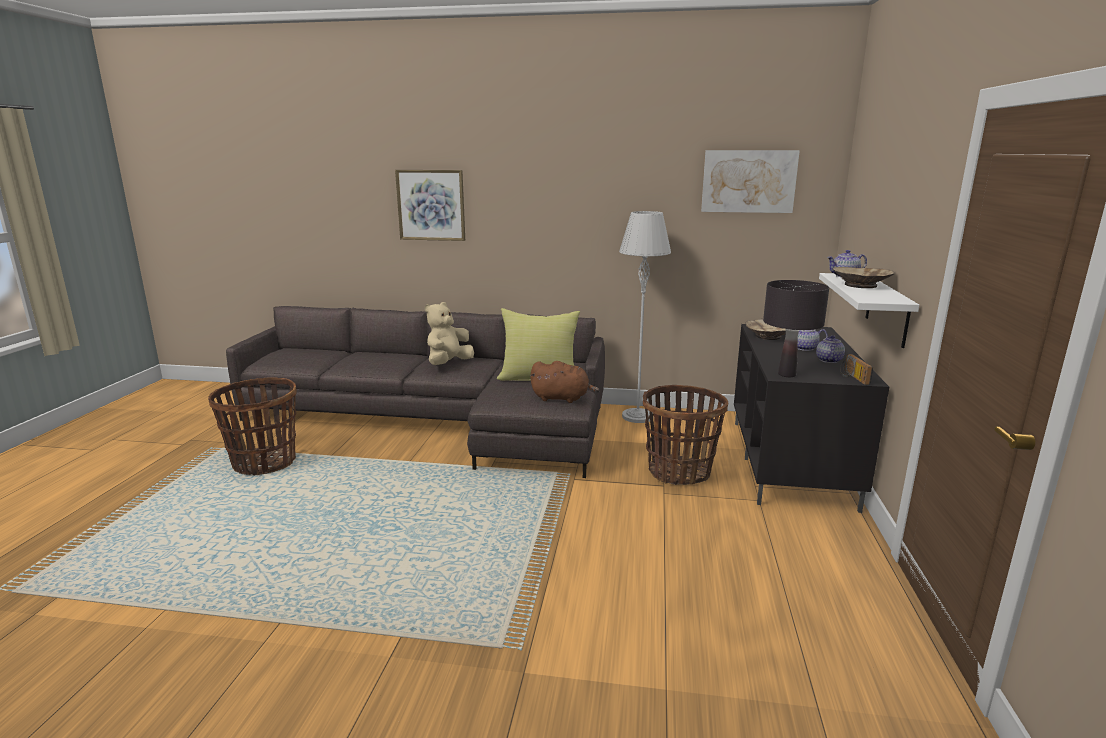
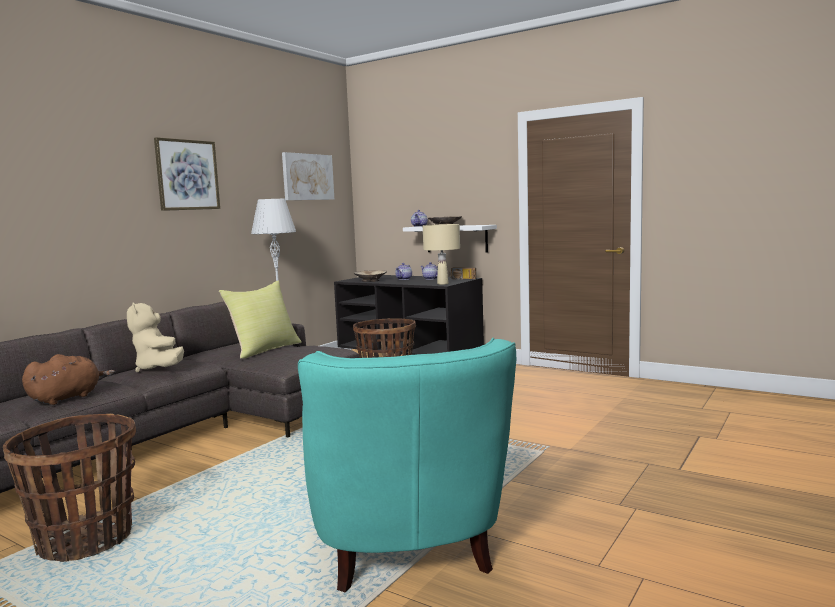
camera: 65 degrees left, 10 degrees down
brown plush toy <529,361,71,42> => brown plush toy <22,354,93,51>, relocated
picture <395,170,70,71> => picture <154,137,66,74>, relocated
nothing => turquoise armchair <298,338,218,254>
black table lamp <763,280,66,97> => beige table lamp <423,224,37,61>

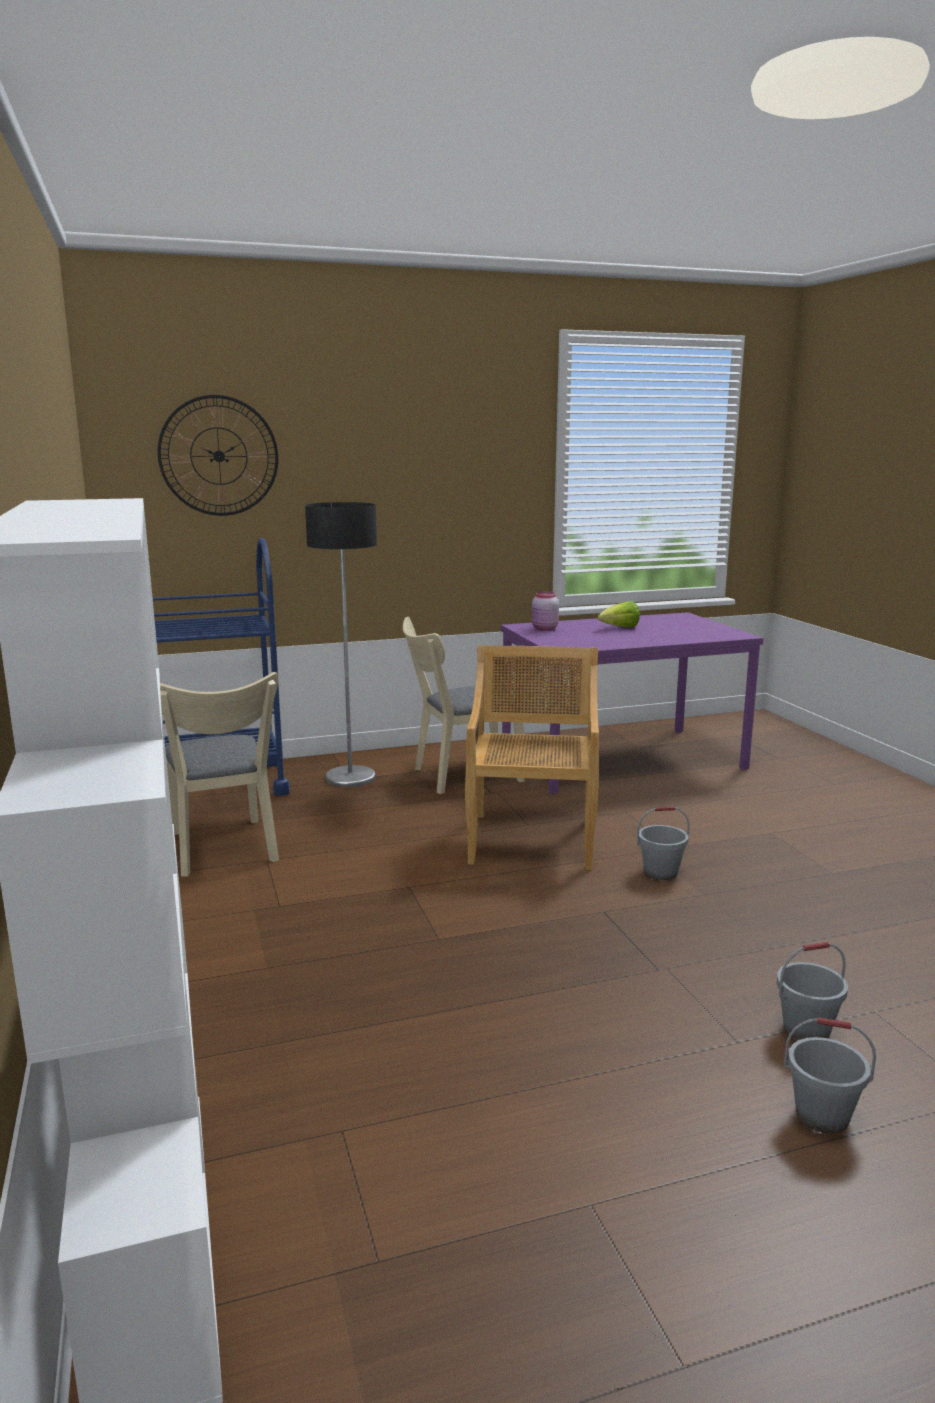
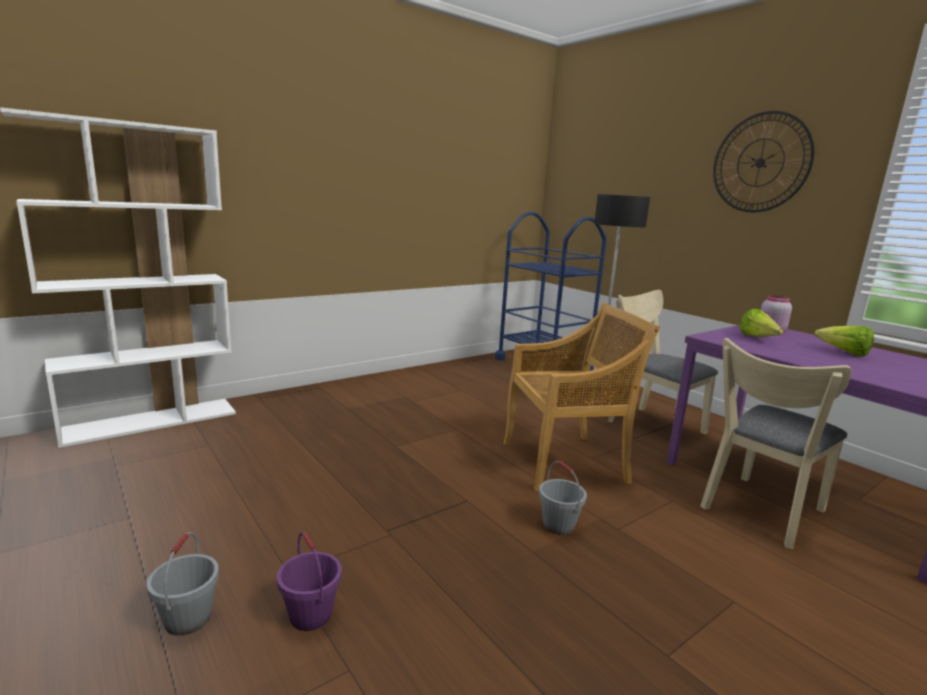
camera: 70 degrees right, 0 degrees up
grey bucket <776,942,72,98> => purple bucket <277,532,65,99>
beige chair <160,672,119,205> => beige chair <700,338,151,211>, relocated
wall clock <157,395,121,121> => wall clock <713,111,101,101>, relocated
nothing => lettuce <739,309,44,28>

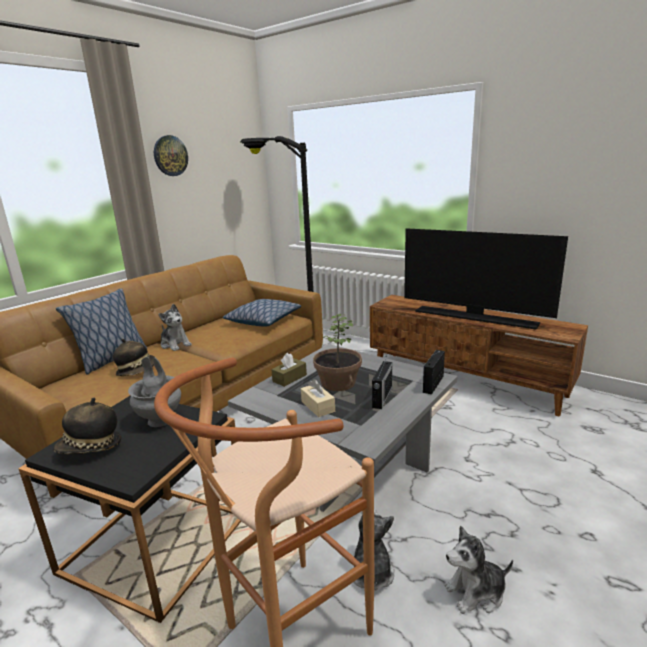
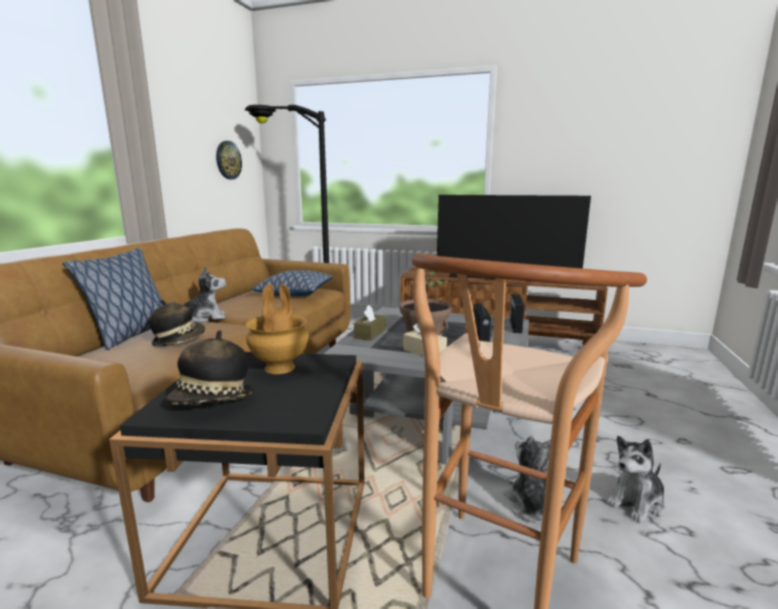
camera: 20 degrees left, 5 degrees down
plush toy <159,304,33,47> => plush toy <173,266,53,56>, 45 degrees counterclockwise
wall clock <154,135,34,41> => wall clock <216,141,26,38>, relocated
grey vase <128,357,53,70> => brown vase <246,284,63,90>

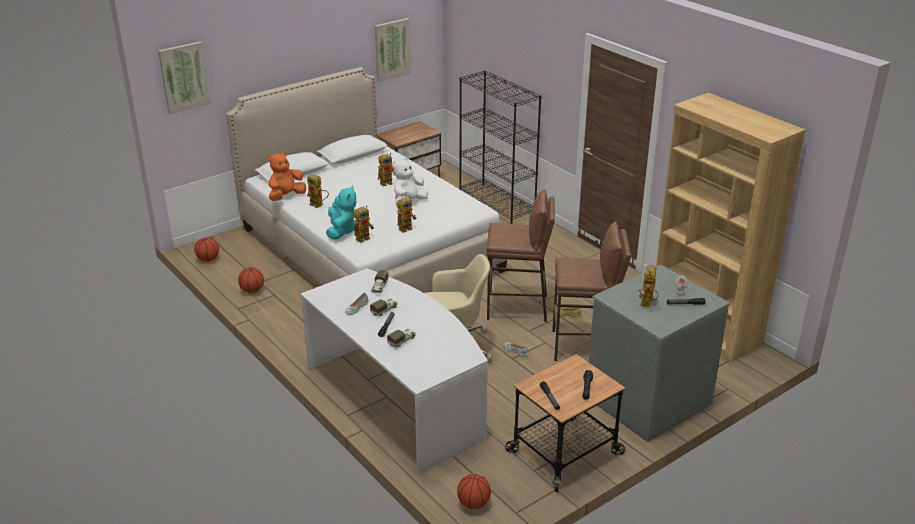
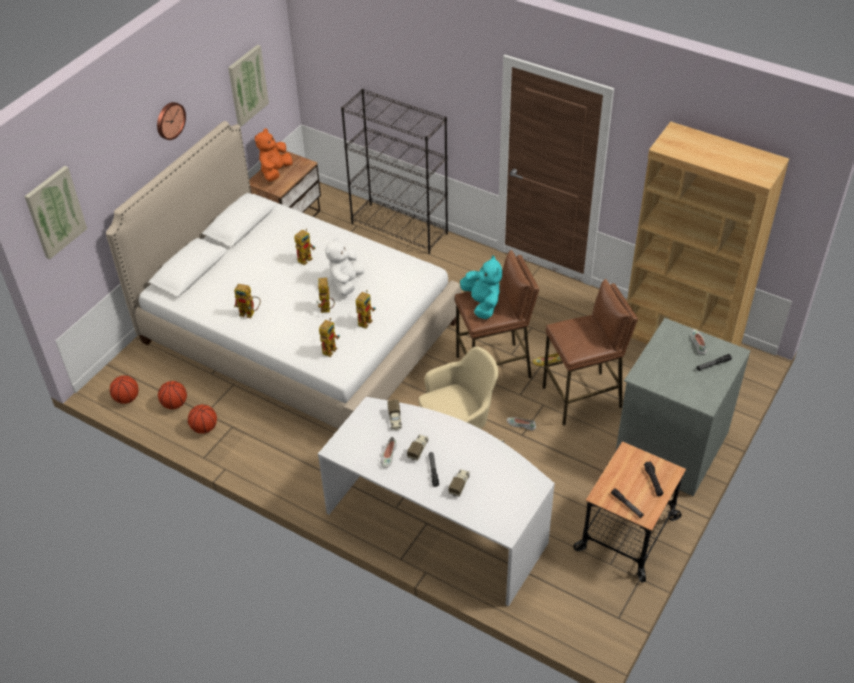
camera: 20 degrees left, 15 degrees up
nothing => wall clock <157,102,29,38>
basketball <457,474,34,35> => basketball <158,381,29,28>, relocated
orange plush toy <267,152,39,49> => orange plush toy <255,128,38,54>, relocated
toy robot <639,265,20,42> => toy robot <316,278,19,35>, relocated
turquoise plush toy <326,185,30,55> => turquoise plush toy <460,255,42,64>, relocated

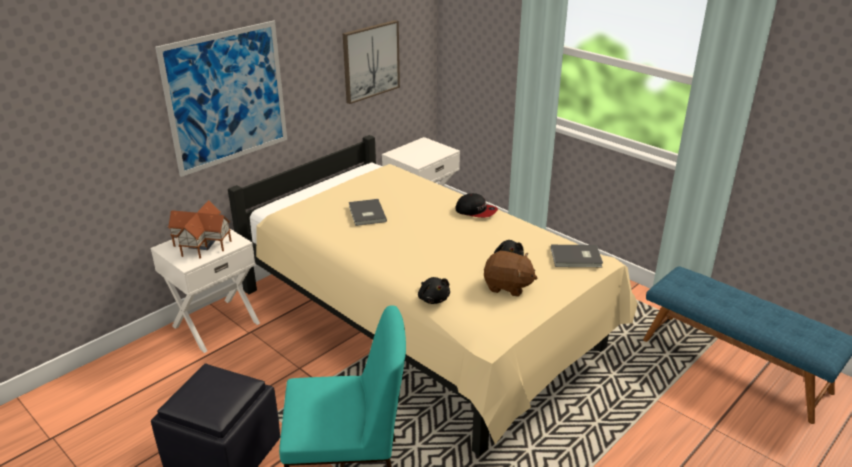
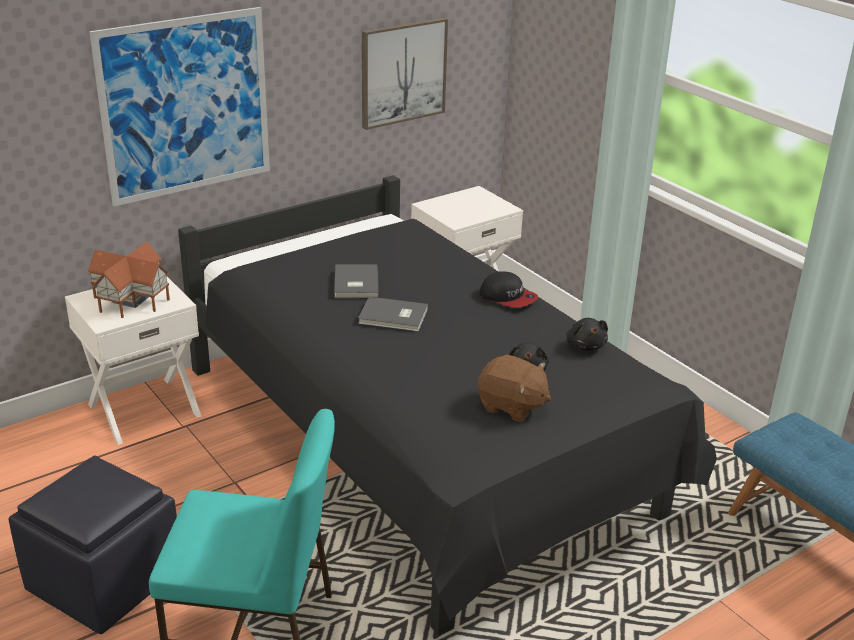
camera: 10 degrees right, 0 degrees up
beige bed <228,135,410,321> => black bed <178,175,539,460>
grey book <551,245,52,22> => grey book <358,297,70,35>, relocated
black plush toy <418,277,32,27> => black plush toy <567,318,41,33>, relocated

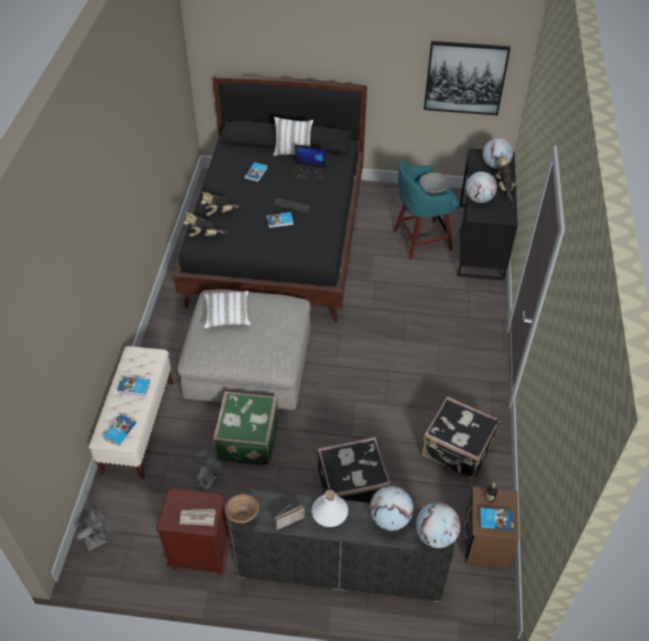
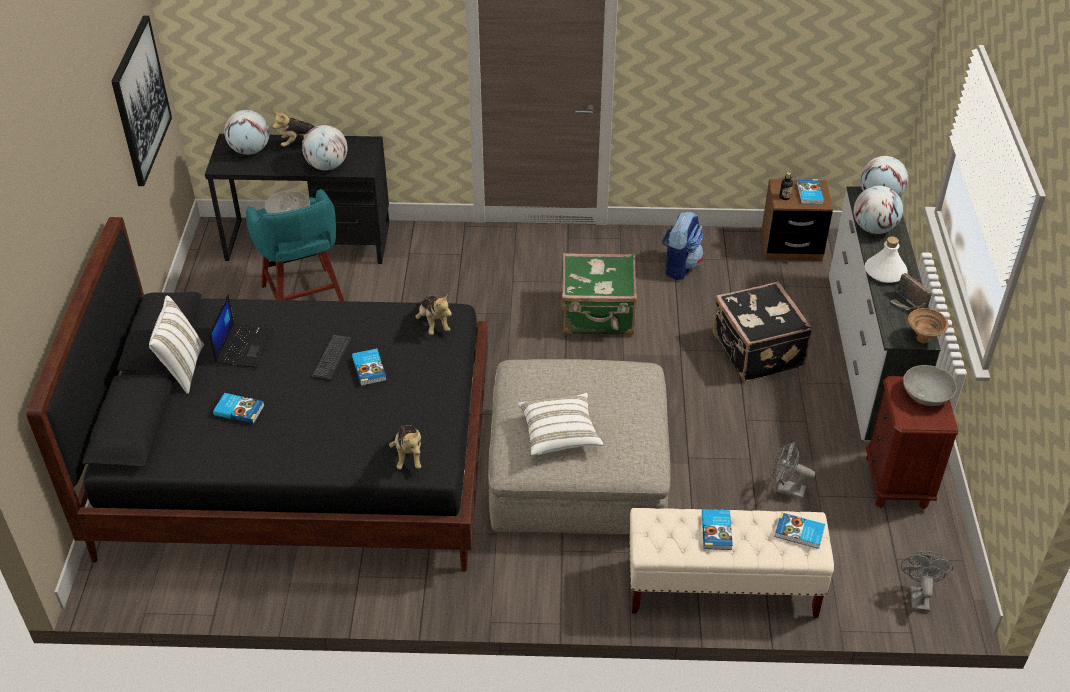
camera: 95 degrees left, 5 degrees down
plush toy <201,192,40,24> => plush toy <415,294,37,41>, relocated
green suitcase <213,391,65,75> => green suitcase <562,253,75,82>, relocated
black suitcase <422,397,78,83> => backpack <662,211,42,69>
grey fan <77,510,33,41> => grey fan <901,551,52,61>, 45 degrees clockwise
newspaper <179,509,37,17> => grey bowl <903,365,54,41>

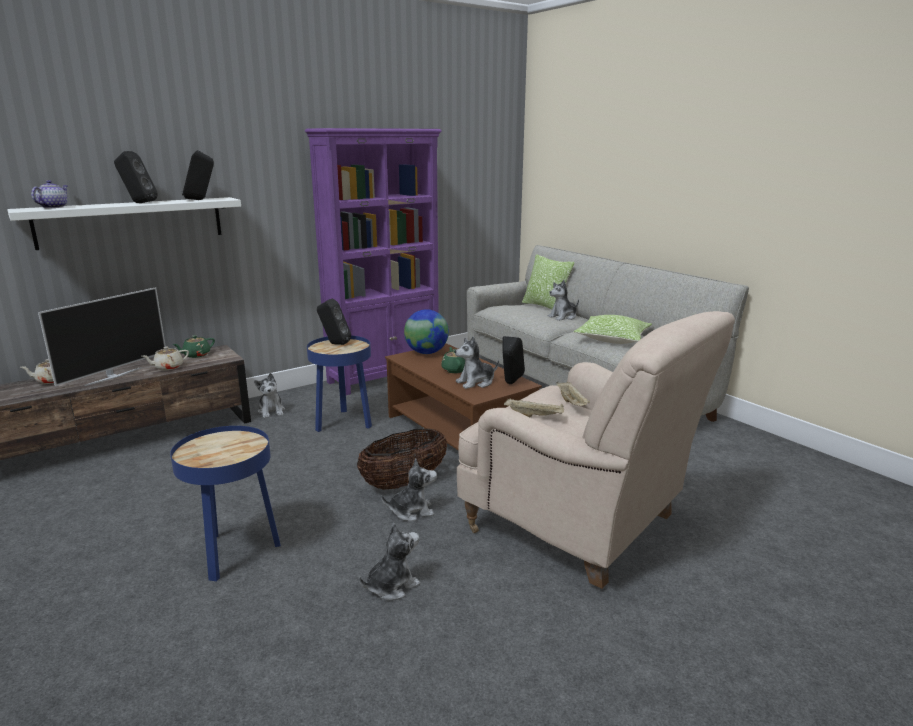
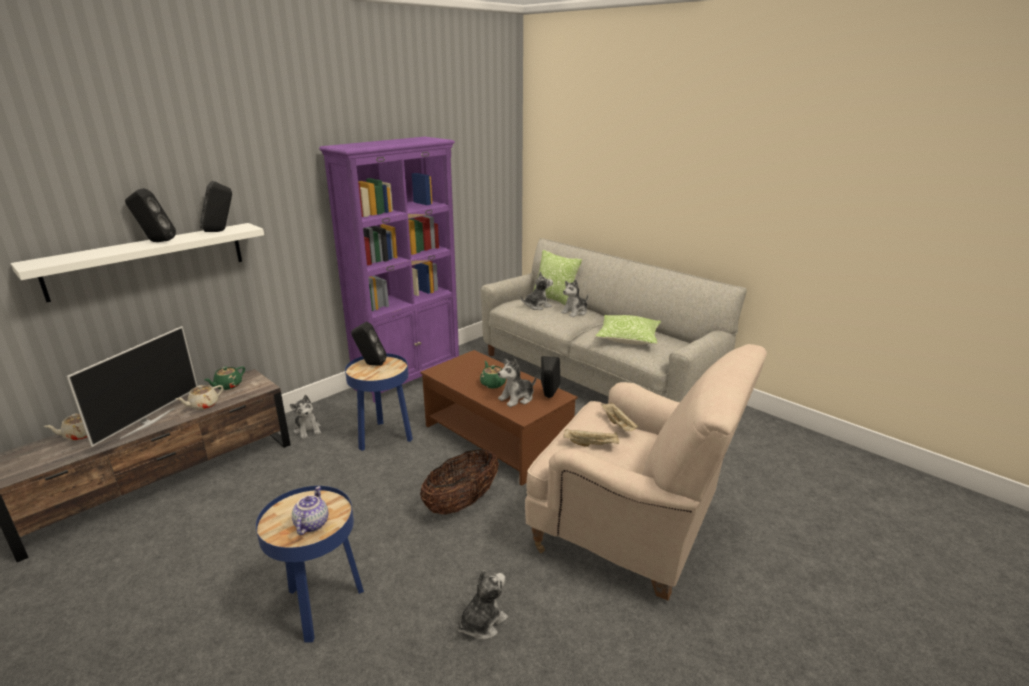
camera: 10 degrees left, 5 degrees up
teapot <31,180,37,28> => teapot <292,486,36,49>, relocated
plush toy <381,458,56,63> => plush toy <521,272,32,38>, relocated
globe <404,309,45,45> => nothing

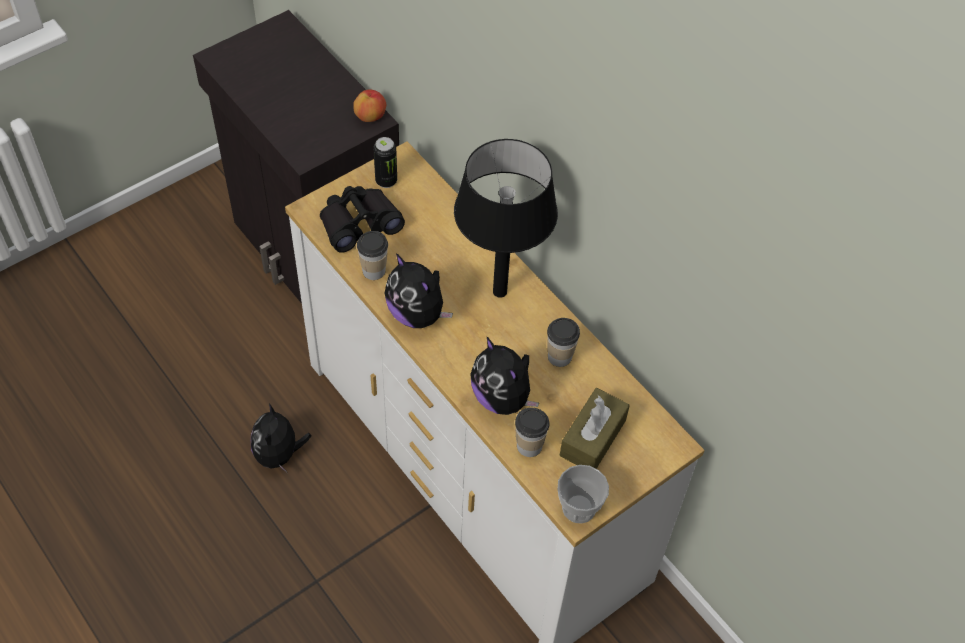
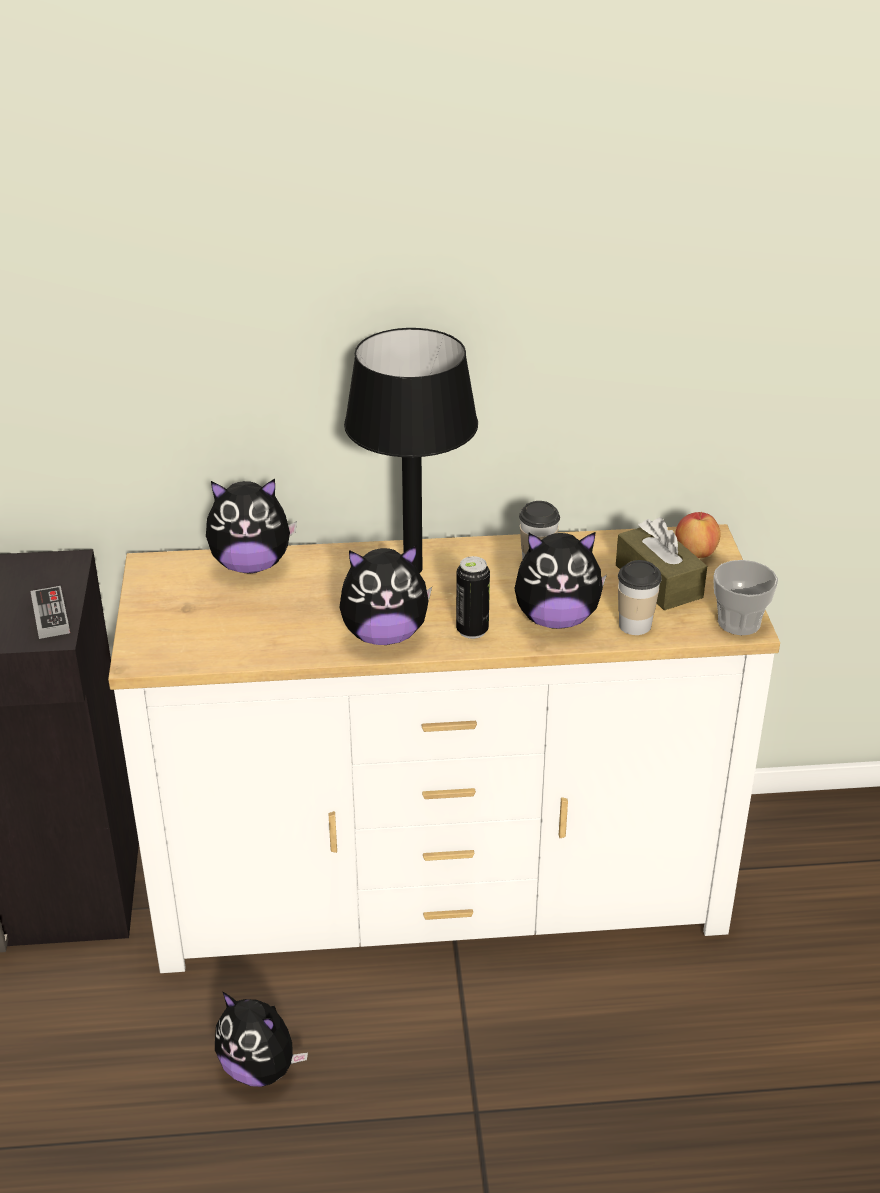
camera: 55 degrees left, 20 degrees down
nothing => game controller <30,586,40,53>
nothing => plush toy <206,479,91,94>
can <373,137,24,51> => can <456,556,34,83>, relocated
apple <353,90,33,32> => apple <675,512,46,46>, relocated
black binoculars <320,186,85,67> => nothing
cup <357,231,31,49> => nothing

